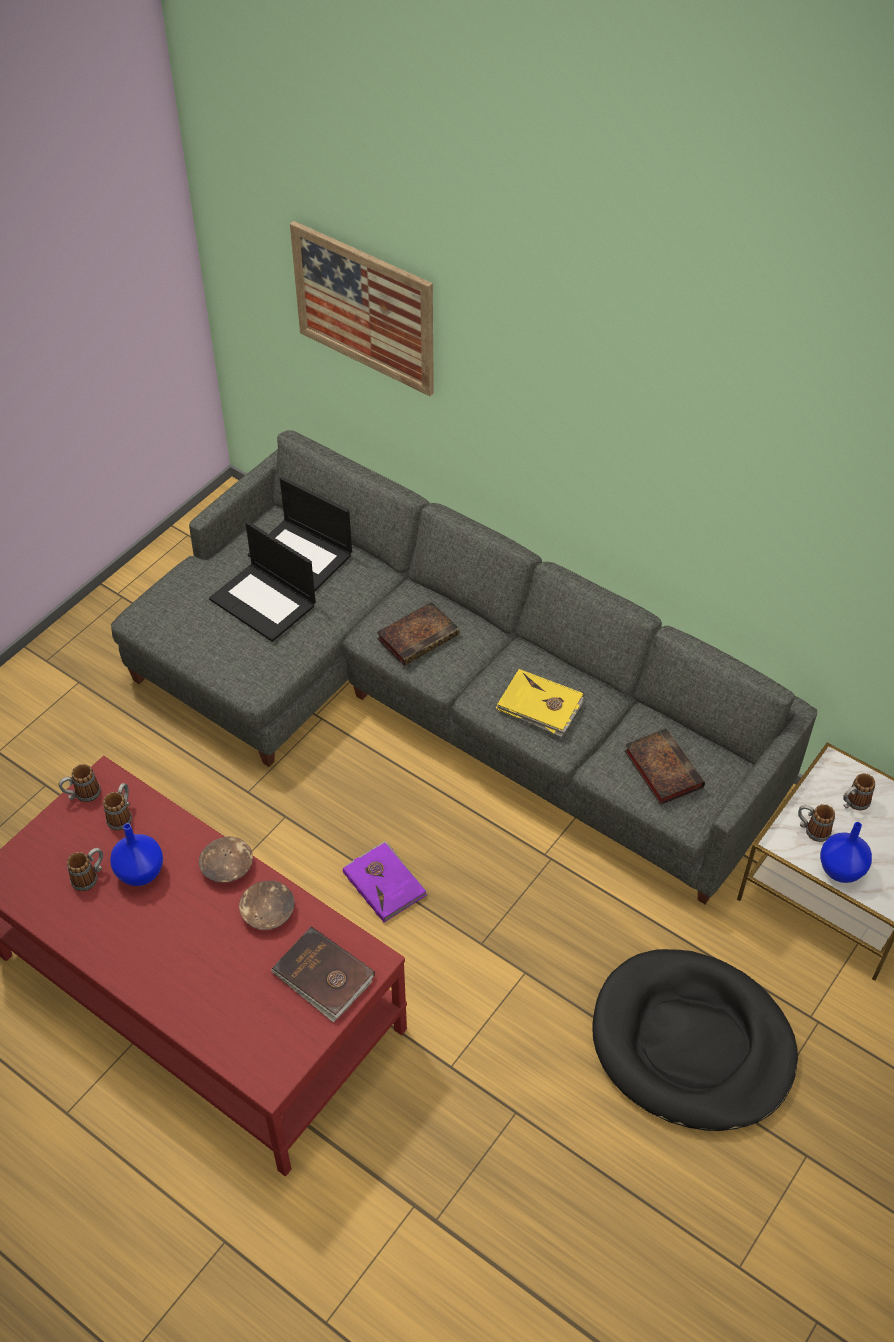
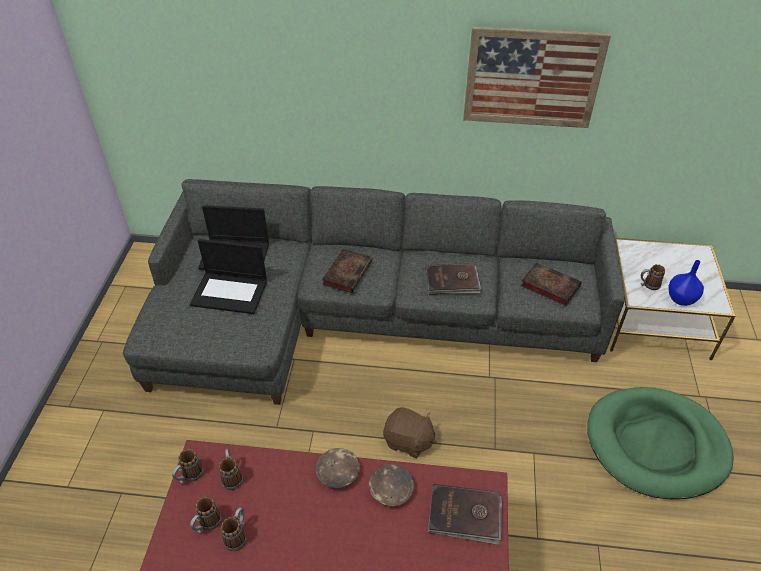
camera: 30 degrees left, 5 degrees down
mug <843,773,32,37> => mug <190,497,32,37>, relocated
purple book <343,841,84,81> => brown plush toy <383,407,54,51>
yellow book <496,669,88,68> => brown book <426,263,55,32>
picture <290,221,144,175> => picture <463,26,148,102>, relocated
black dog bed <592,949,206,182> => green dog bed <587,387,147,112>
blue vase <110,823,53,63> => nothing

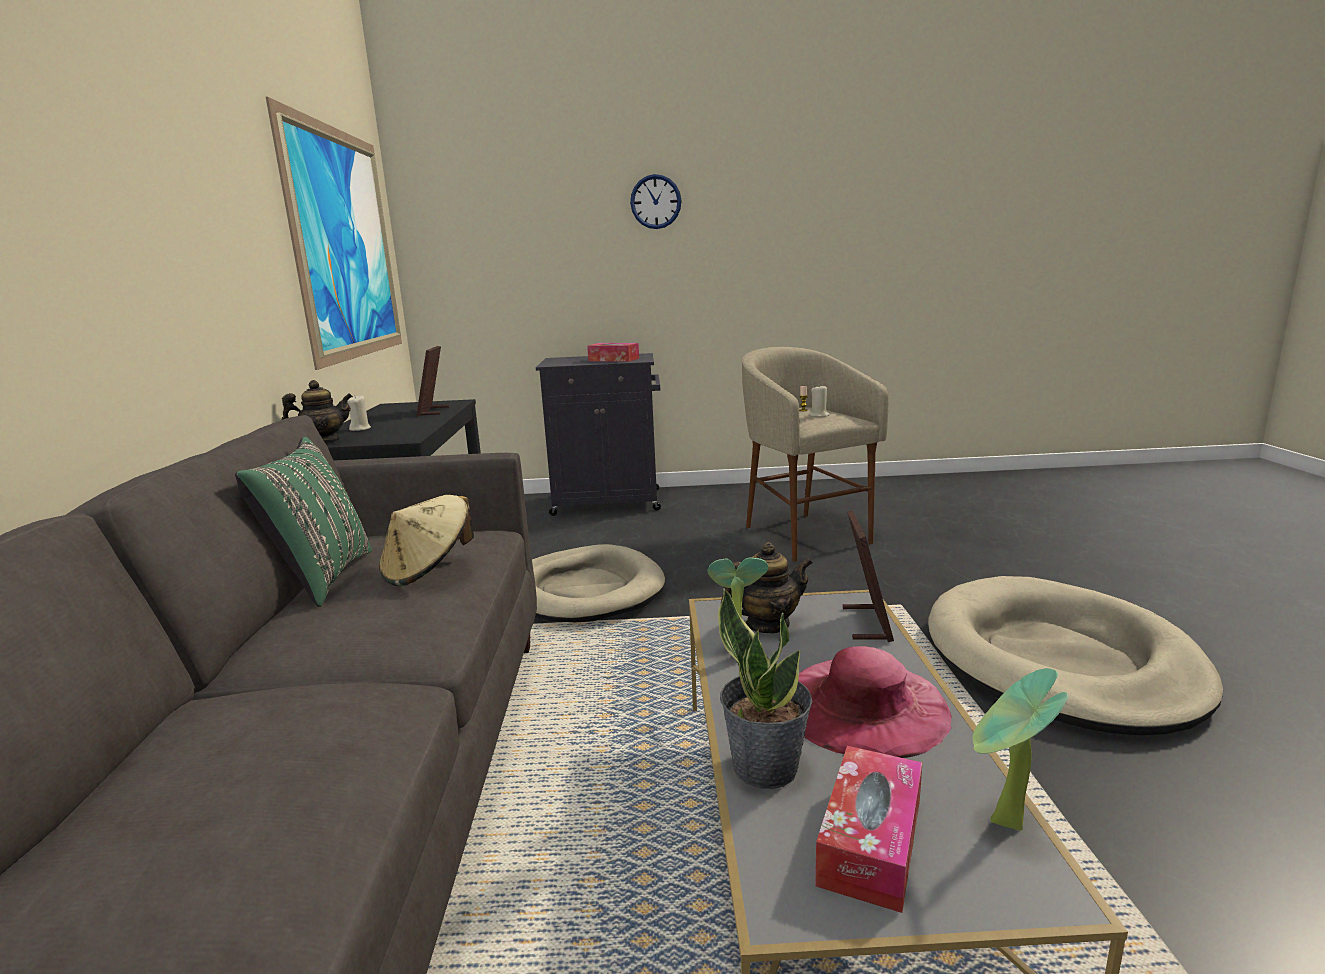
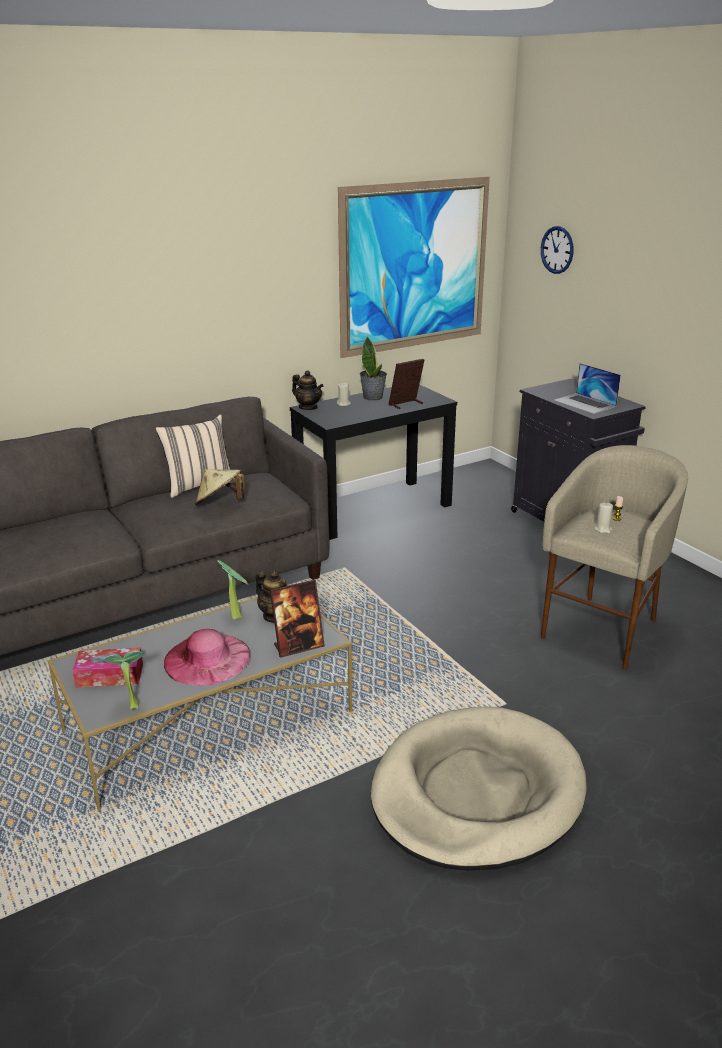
camera: 60 degrees right, 10 degrees up
green pillow <235,437,137,170> => beige pillow <155,414,80,84>
potted plant <718,588,94,201> => potted plant <360,337,27,64>, relocated
wall clock <630,174,51,55> => wall clock <541,226,33,48>, relocated
tissue box <587,343,52,19> => laptop <554,363,67,51>
beige dog bed <532,544,133,78> => nothing

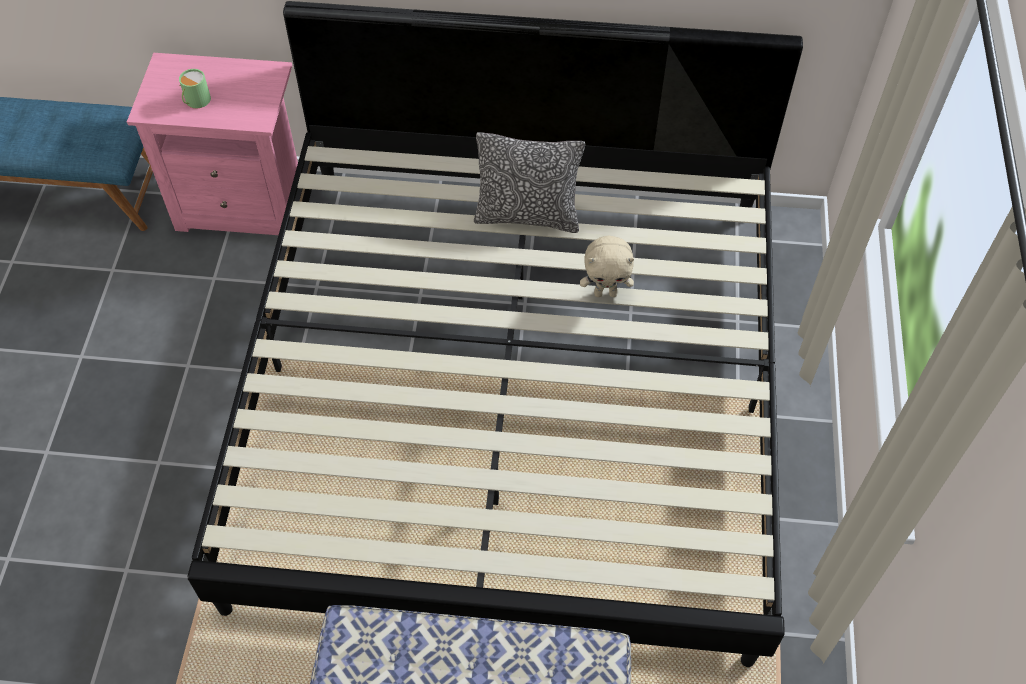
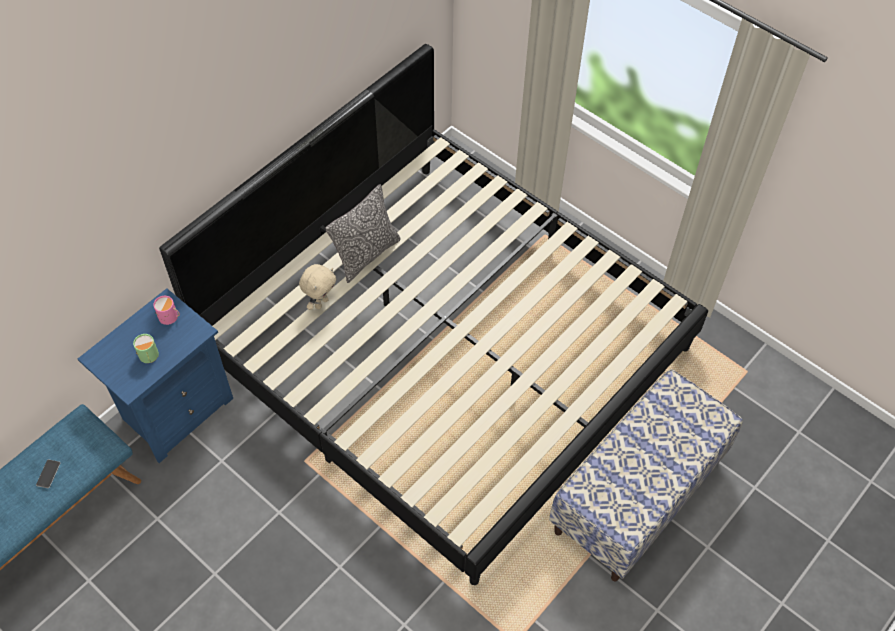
camera: 55 degrees left, 0 degrees up
nothing => phone <36,459,25,29>
pink nightstand <127,53,171,182> => blue nightstand <78,288,155,175>
nothing => pink mug <153,296,27,29>
beige plush toy <580,236,54,61> => beige plush toy <299,264,37,46>, relocated

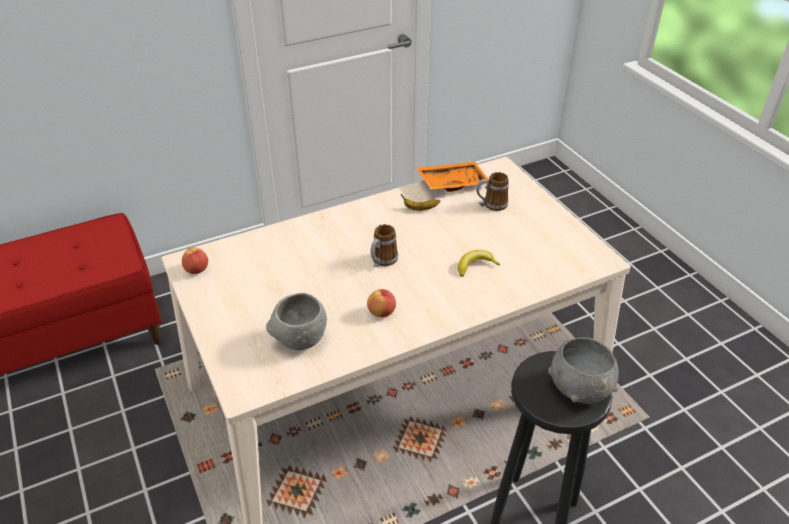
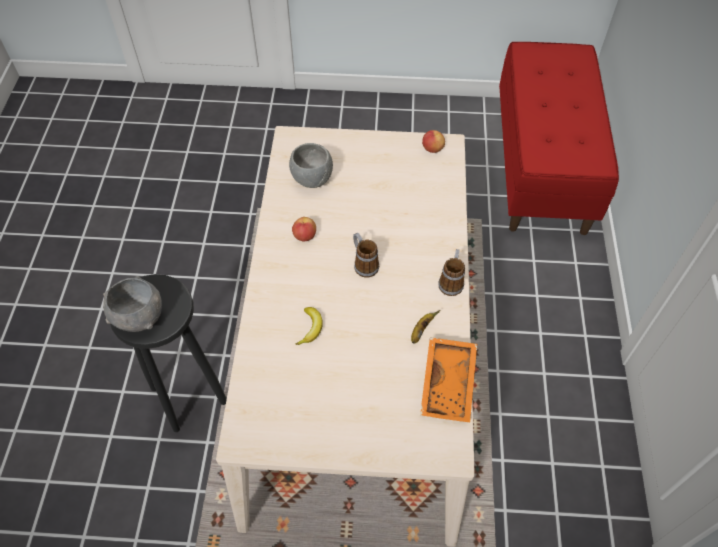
camera: 120 degrees right, 15 degrees up
mug <476,172,33,39> => mug <438,249,27,47>, relocated

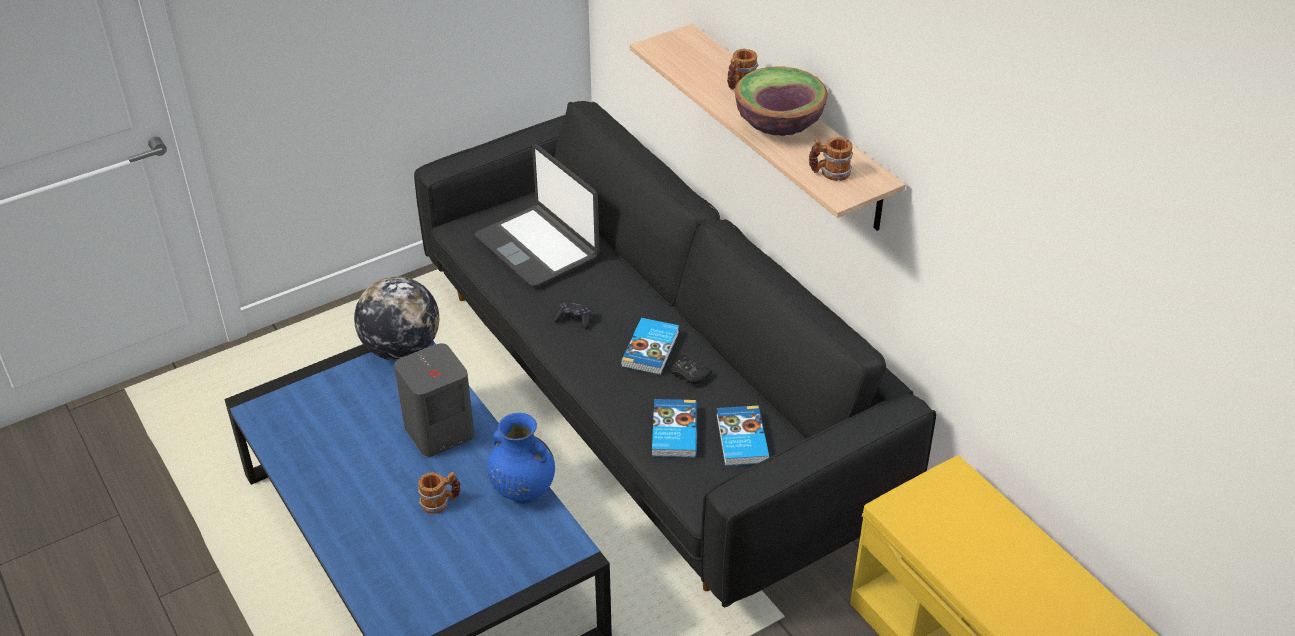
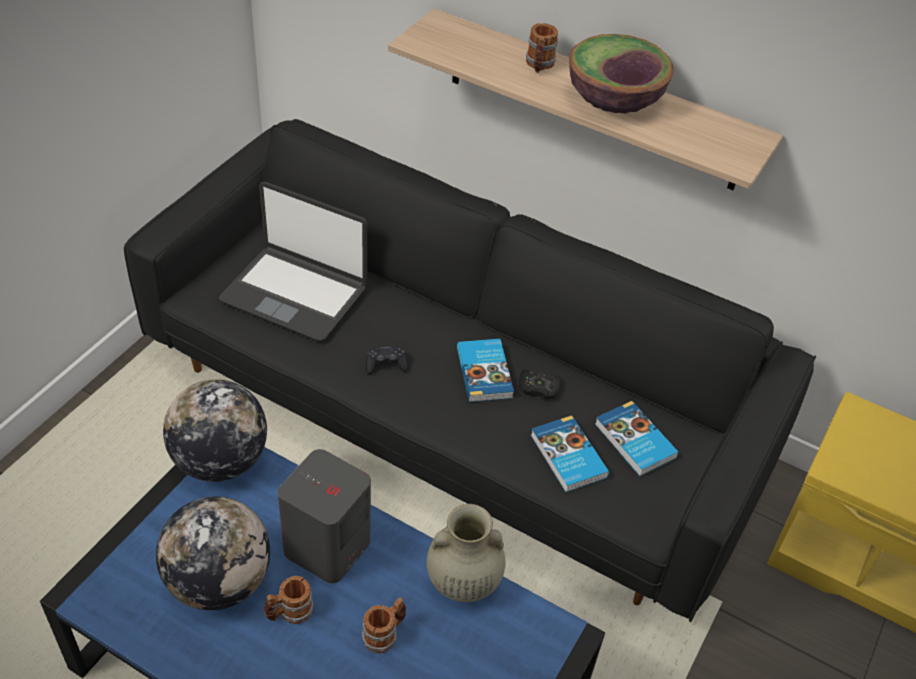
camera: 30 degrees left, 5 degrees up
nothing => globe <156,496,114,114>
mug <809,137,44,44> => mug <264,576,49,48>, relocated
blue vase <488,413,67,91> => beige vase <427,504,78,98>

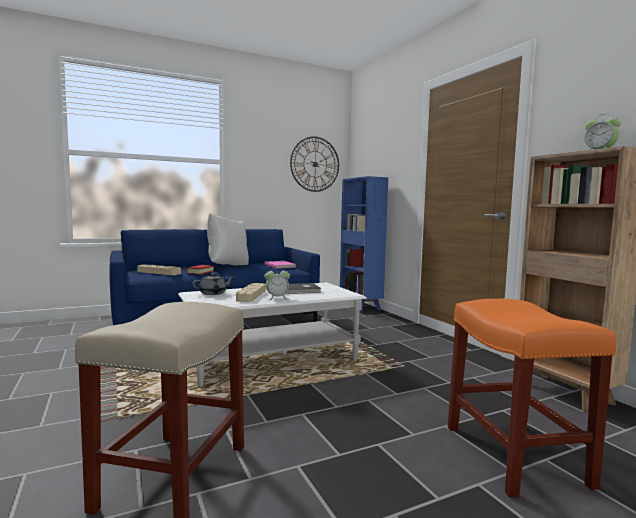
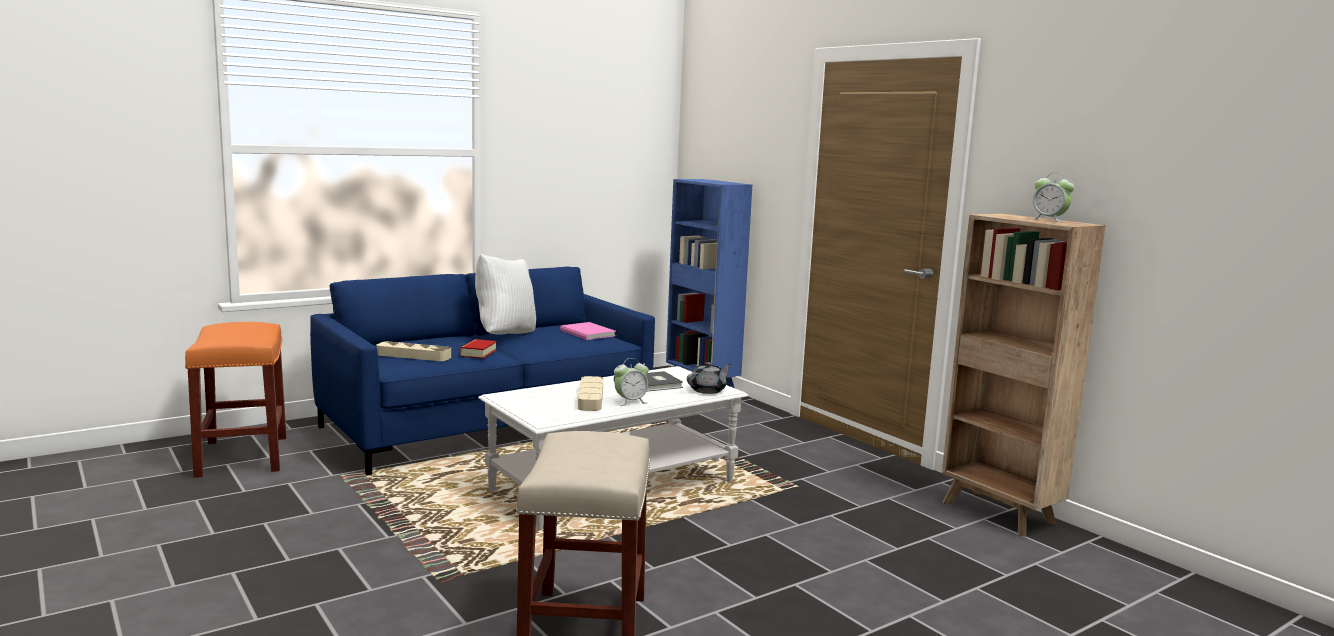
camera: 10 degrees left, 5 degrees up
orange stool <448,299,169,199> => orange stool <185,322,101,156>, relocated
grey teapot <192,273,42,22> => grey teapot <687,362,45,32>, relocated
wall clock <290,136,49,56> => nothing

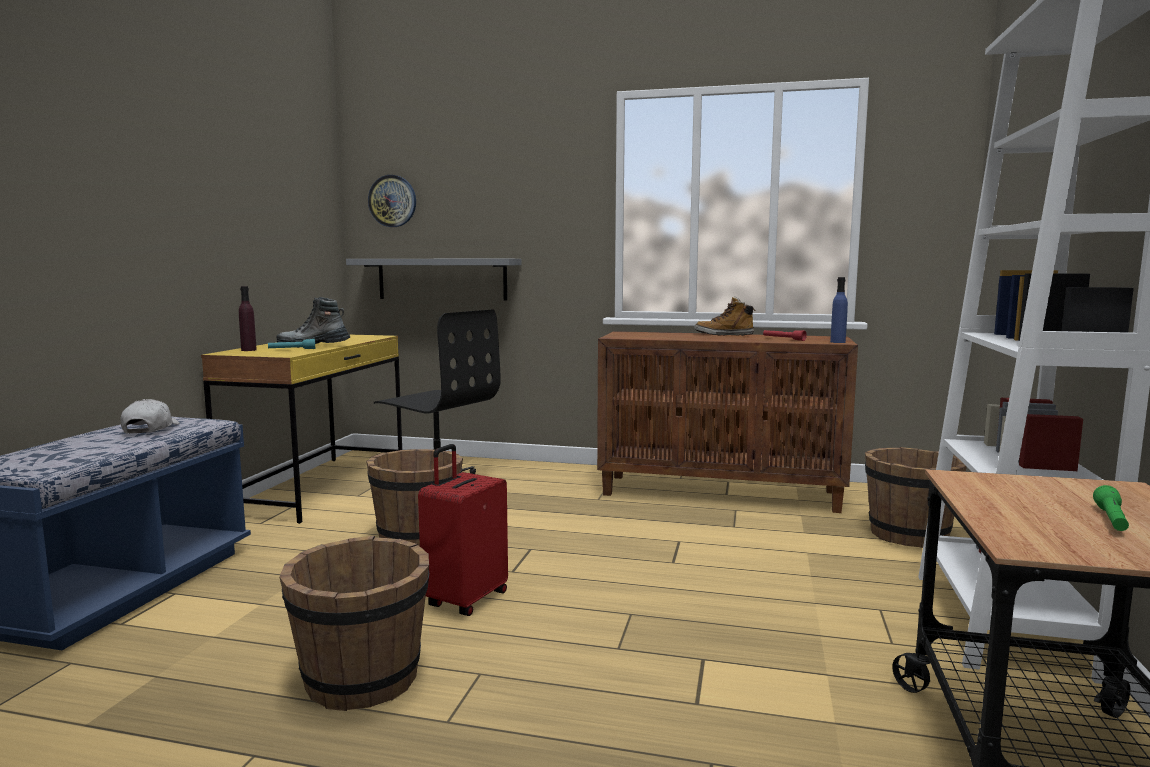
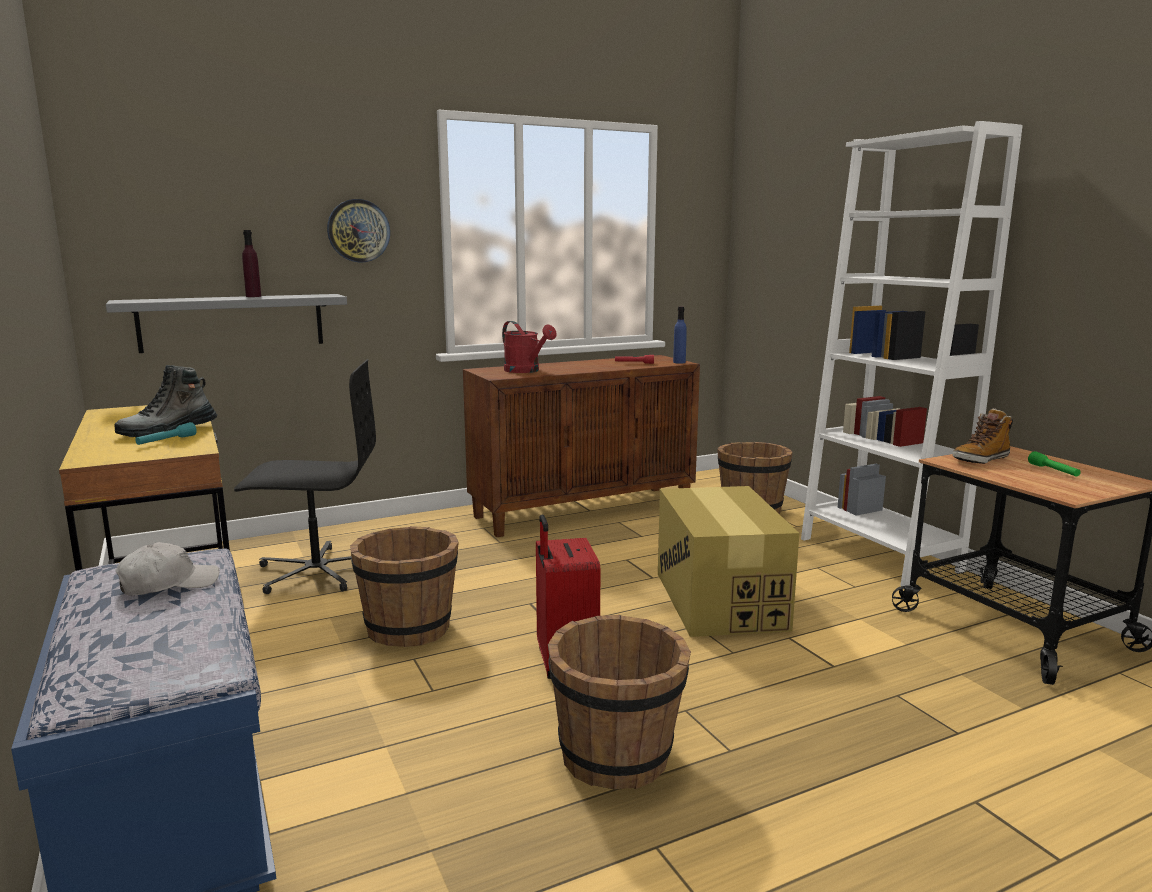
camera: 40 degrees left, 5 degrees up
white cap <120,399,60,35> => white cap <116,542,104,54>, 105 degrees clockwise
purple bottle <239,286,18,65> => purple bottle <242,230,19,67>, relocated
wall clock <368,175,48,52> => wall clock <327,199,63,63>, relocated
nothing => red watering can <502,321,55,52>
nothing => cardboard box <658,486,141,151>
boot <695,296,60,40> => boot <953,408,60,56>, relocated

